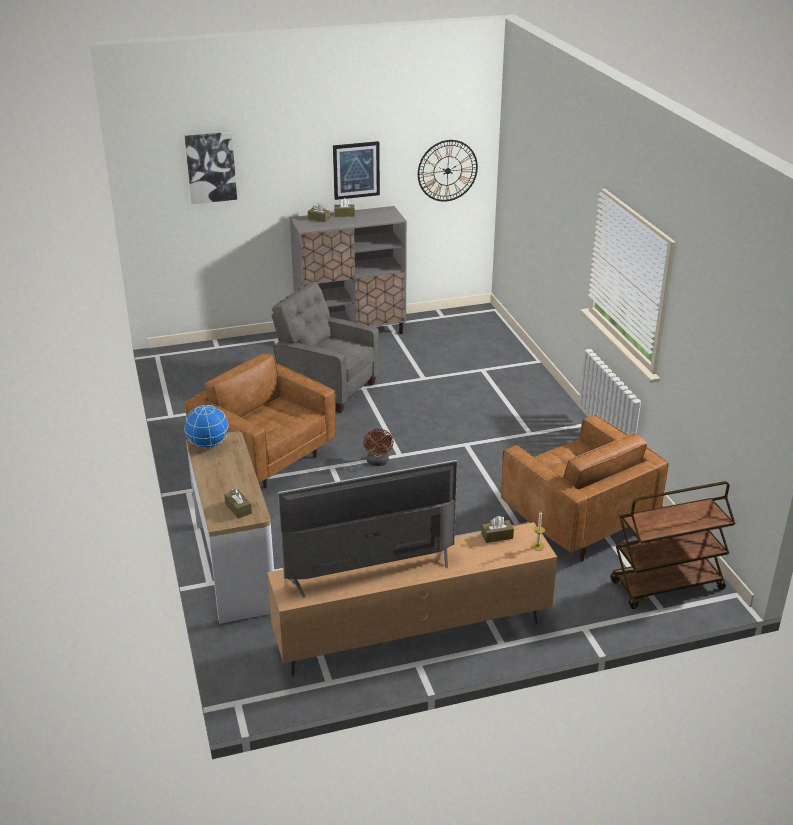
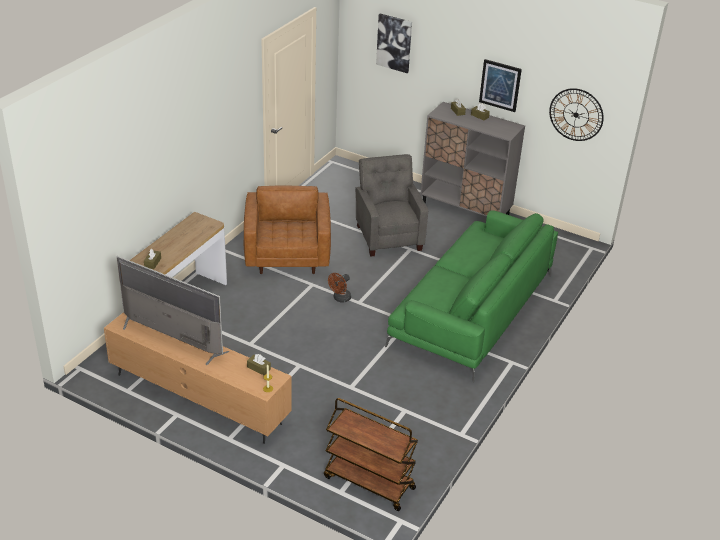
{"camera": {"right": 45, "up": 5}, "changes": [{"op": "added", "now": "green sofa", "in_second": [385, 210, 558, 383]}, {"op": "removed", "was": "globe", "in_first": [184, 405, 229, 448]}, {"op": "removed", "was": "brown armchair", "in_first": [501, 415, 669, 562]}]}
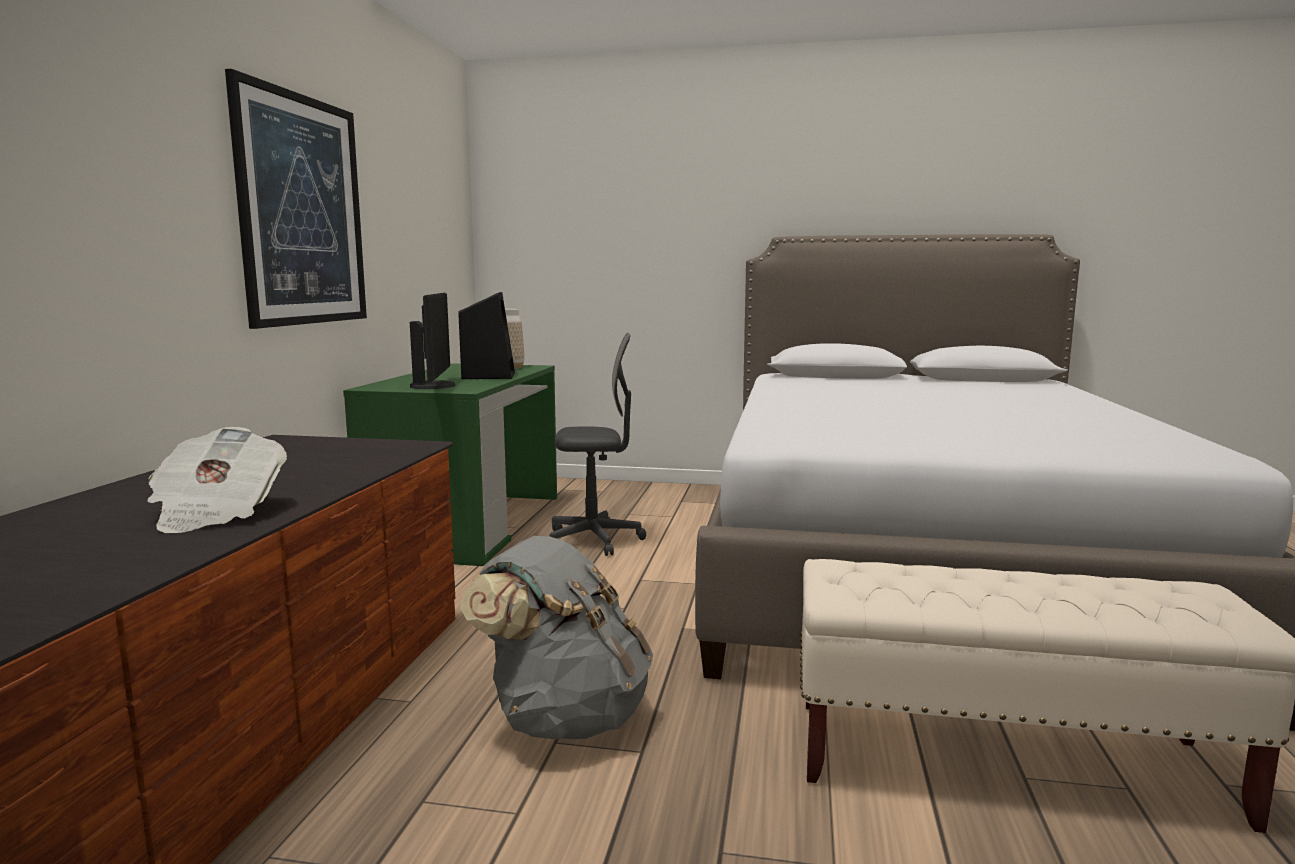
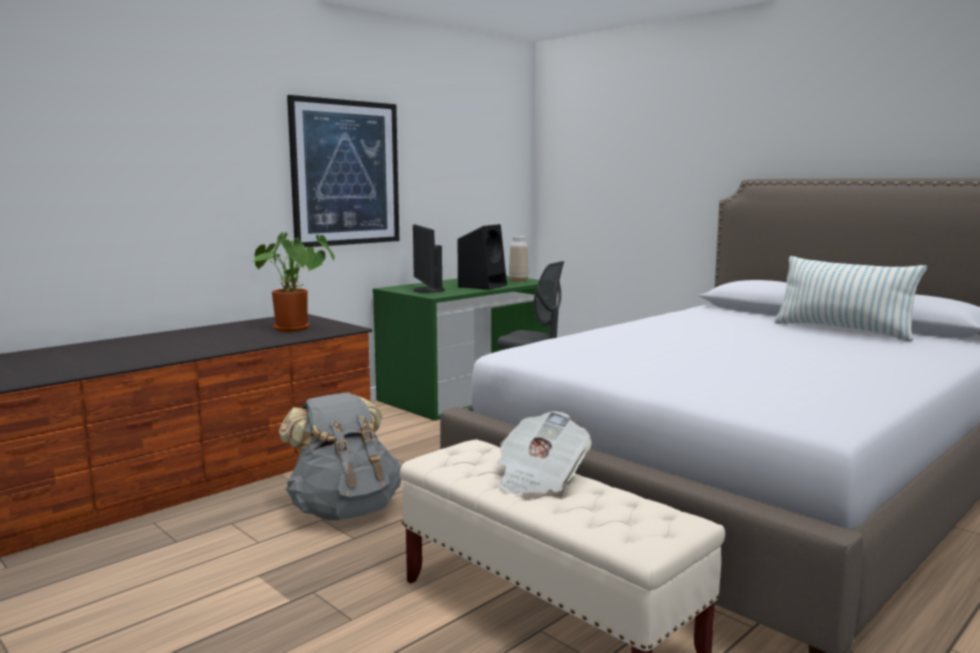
{"camera": {"right": 35, "up": 0}, "changes": [{"op": "added", "now": "potted plant", "in_second": [252, 232, 335, 332]}, {"op": "turned", "was": "monitor", "in_first": [410, 293, 456, 389], "in_second": [413, 224, 445, 293], "clockwise": 135}, {"op": "moved", "was": "newspaper", "in_first": [147, 427, 287, 533], "in_second": [497, 411, 591, 494]}, {"op": "added", "now": "pillow", "in_second": [774, 256, 927, 341]}]}
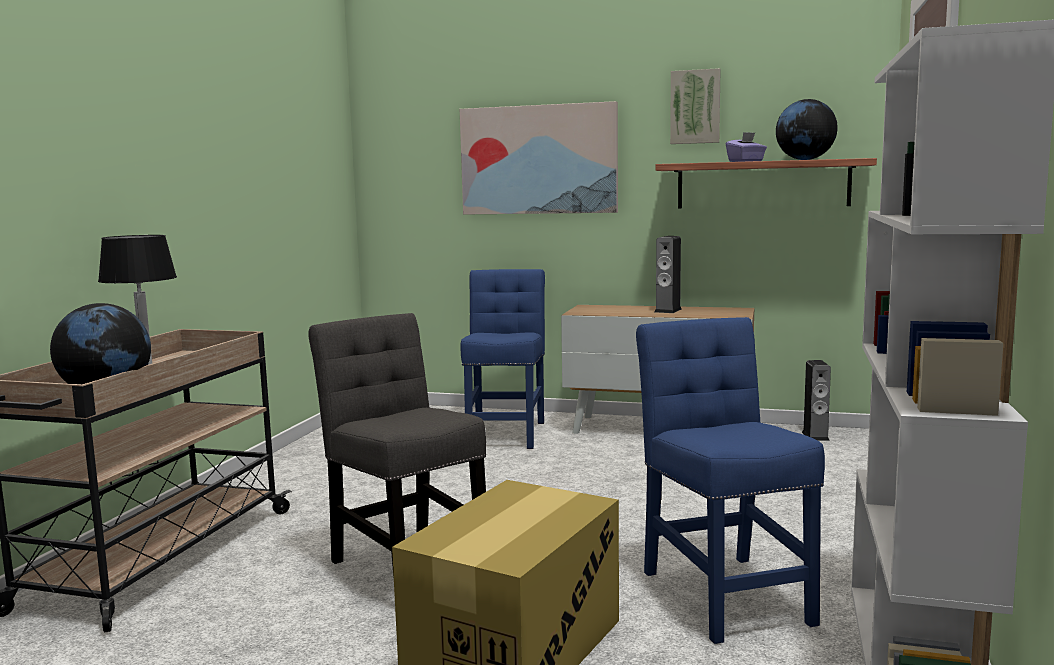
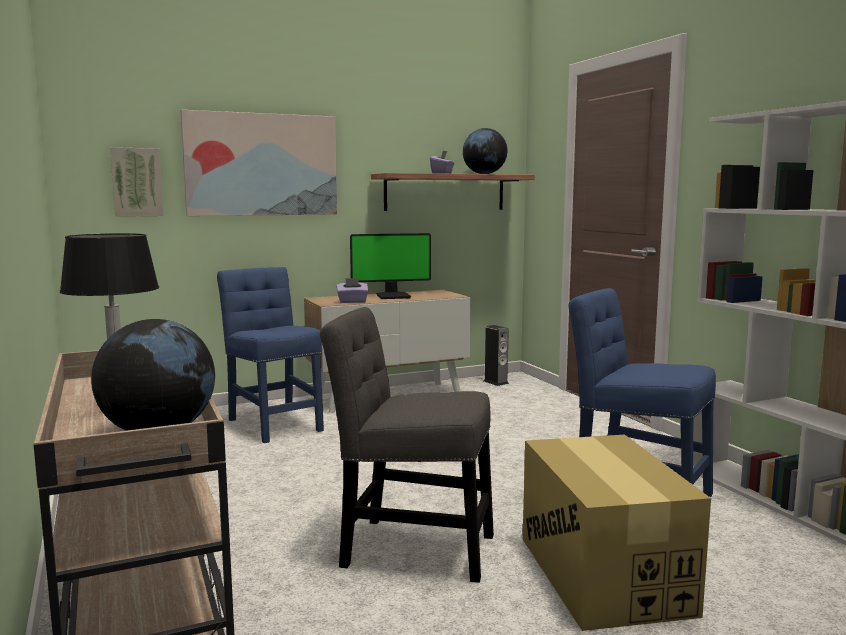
{"camera": {"right": -40, "up": 0}, "changes": [{"op": "moved", "was": "picture", "in_first": [670, 68, 721, 144], "in_second": [110, 147, 163, 217]}, {"op": "added", "now": "purple tissue box", "in_second": [336, 278, 368, 303]}, {"op": "replaced", "was": "speaker", "now": "monitor", "in_first": [655, 236, 682, 313], "in_second": [350, 233, 431, 299]}]}
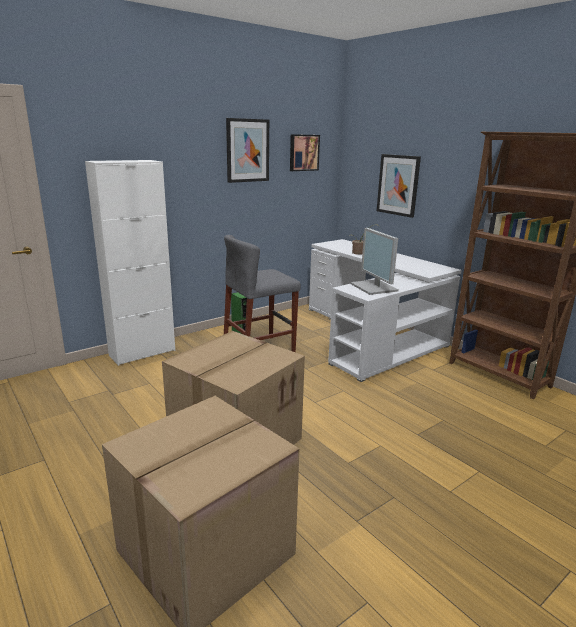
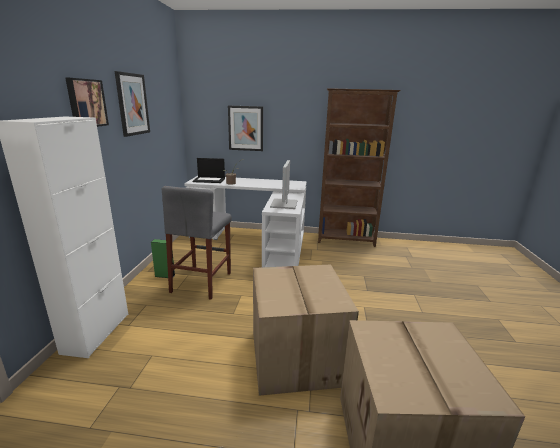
{"camera": {"right": -45, "up": 0}, "changes": [{"op": "moved", "was": "picture", "in_first": [290, 134, 320, 171], "in_second": [65, 78, 109, 127]}, {"op": "added", "now": "laptop", "in_second": [193, 158, 225, 183]}, {"op": "turned", "was": "monitor", "in_first": [351, 228, 399, 295], "in_second": [270, 160, 297, 209], "clockwise": 75}]}
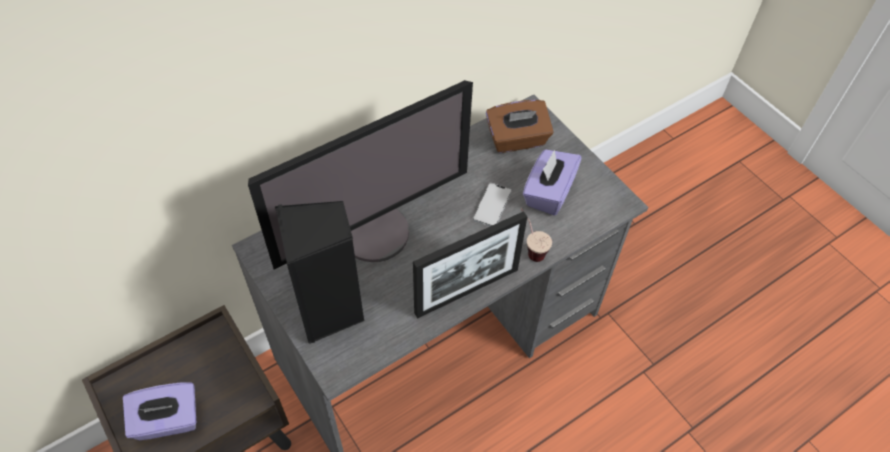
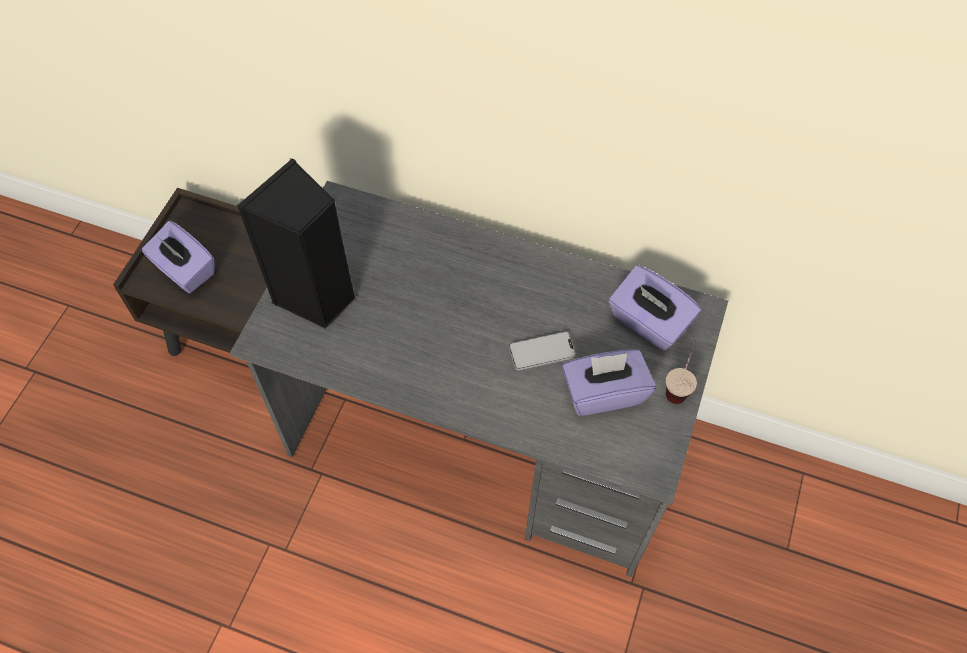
{"camera": {"right": 55, "up": 5}, "changes": [{"op": "recoloured", "was": "brown tissue box", "now": "purple tissue box", "in_first": [486, 100, 554, 153], "in_second": [608, 265, 701, 351]}, {"op": "moved", "was": "cup", "in_first": [521, 208, 552, 262], "in_second": [666, 338, 697, 404]}, {"op": "removed", "was": "monitor", "in_first": [248, 80, 473, 270]}, {"op": "removed", "was": "picture frame", "in_first": [413, 211, 527, 319]}]}
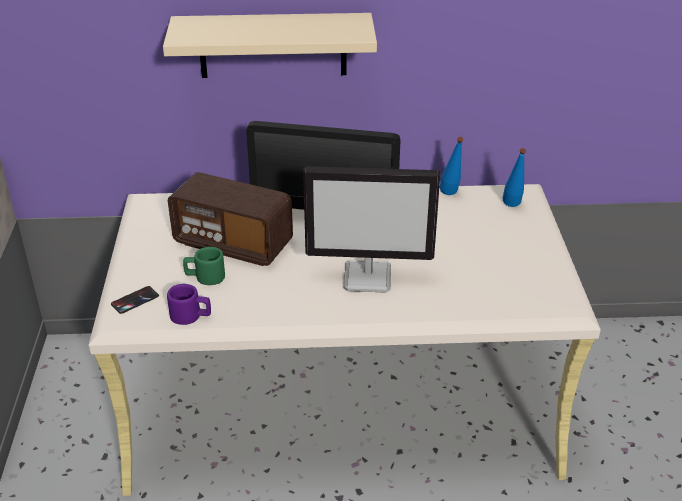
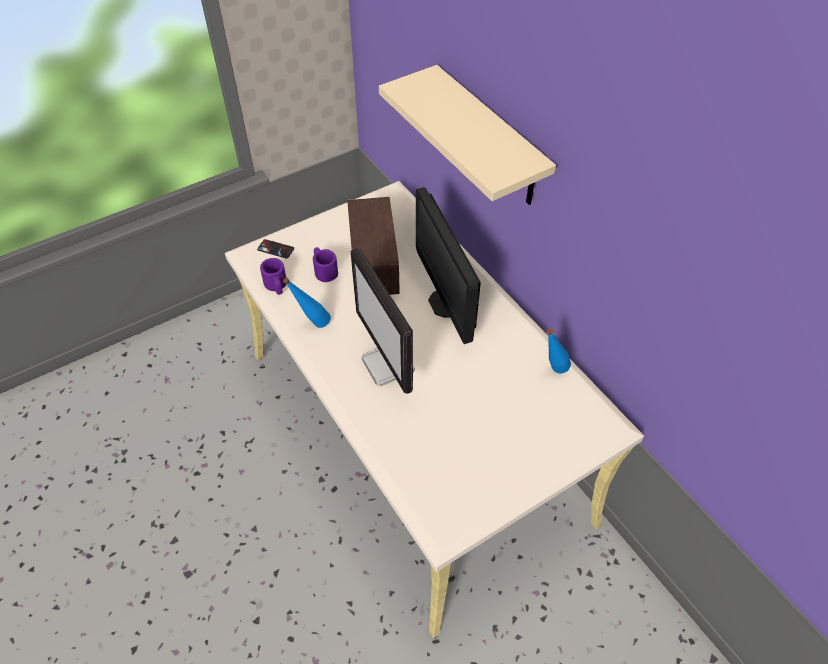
{"camera": {"right": 60, "up": 15}, "changes": [{"op": "moved", "was": "blue bottle", "in_first": [502, 148, 526, 207], "in_second": [283, 278, 331, 328]}, {"op": "recoloured", "was": "green mug", "now": "purple mug", "in_first": [183, 247, 225, 285], "in_second": [313, 247, 338, 282]}]}
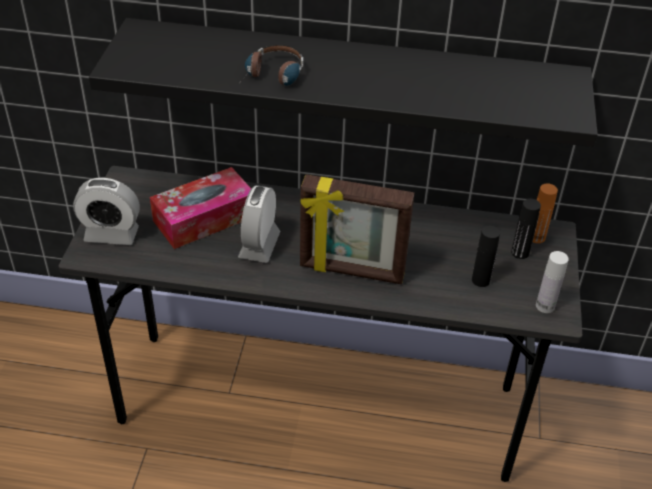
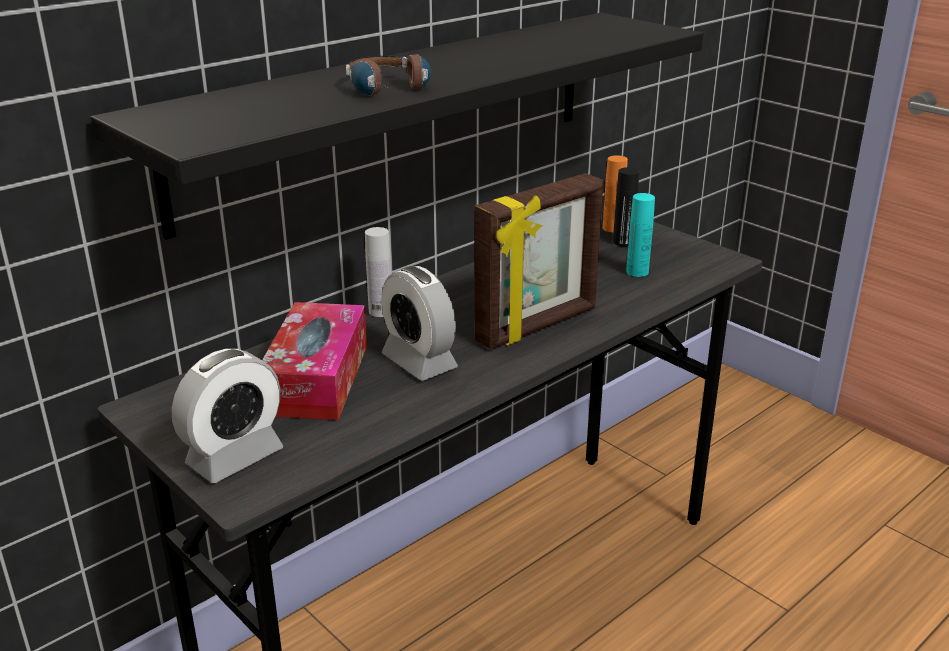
{"camera": {"right": -50, "up": -15}, "changes": [{"op": "moved", "was": "white bottle", "in_first": [536, 251, 569, 313], "in_second": [365, 227, 391, 317]}, {"op": "recoloured", "was": "black bottle", "now": "turquoise bottle", "in_first": [472, 226, 500, 287], "in_second": [626, 193, 655, 277]}]}
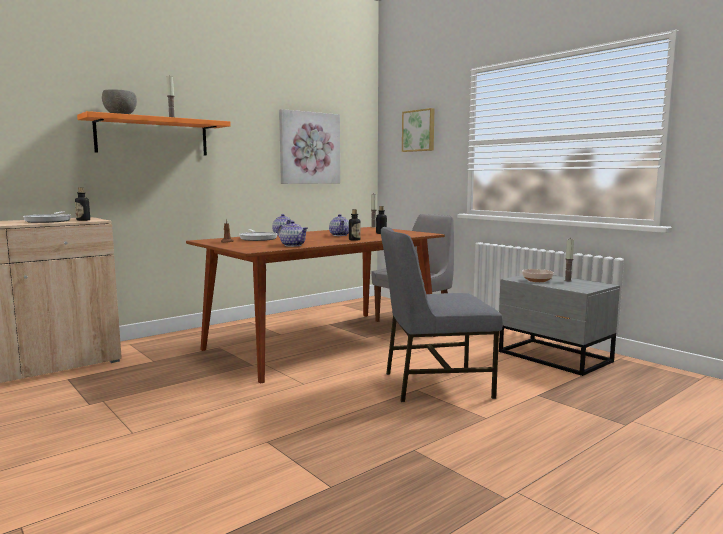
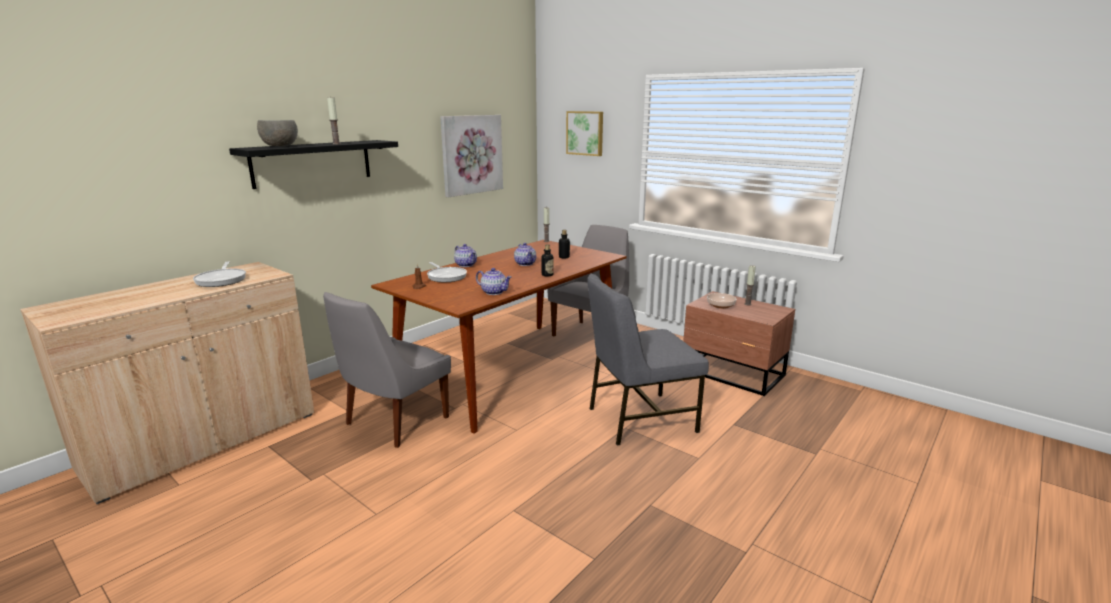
{"camera": {"right": -10, "up": 10}, "changes": [{"op": "recoloured", "was": "orange shelf", "now": "black shelf", "in_first": [77, 111, 231, 155], "in_second": [229, 140, 398, 189]}, {"op": "added", "now": "grey chair", "in_second": [323, 292, 451, 448]}, {"op": "recoloured", "was": "grey nightstand", "now": "brown nightstand", "in_first": [499, 275, 620, 376], "in_second": [683, 291, 795, 396]}, {"op": "removed", "was": "bottle", "in_first": [75, 187, 90, 221]}]}
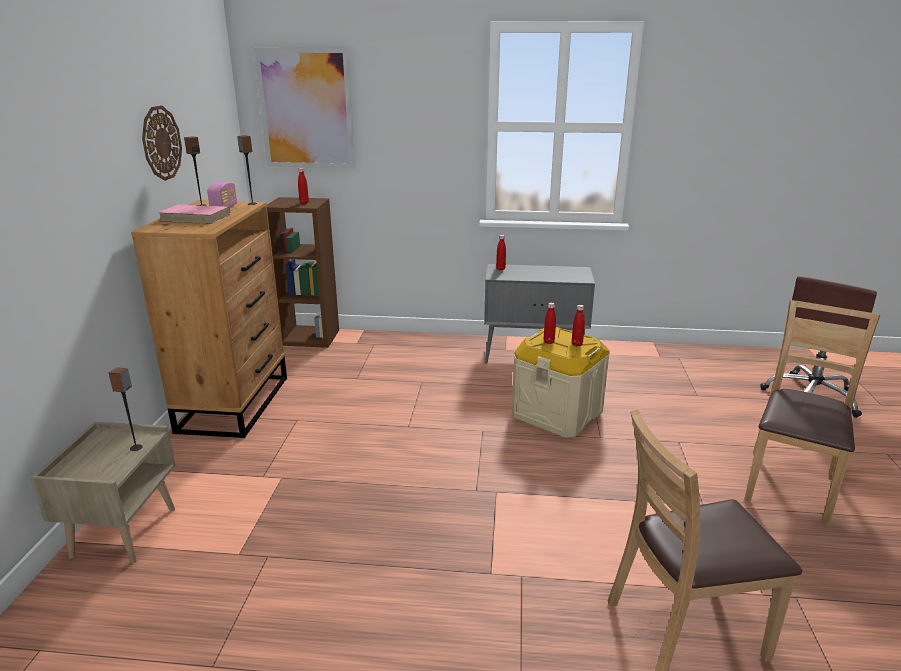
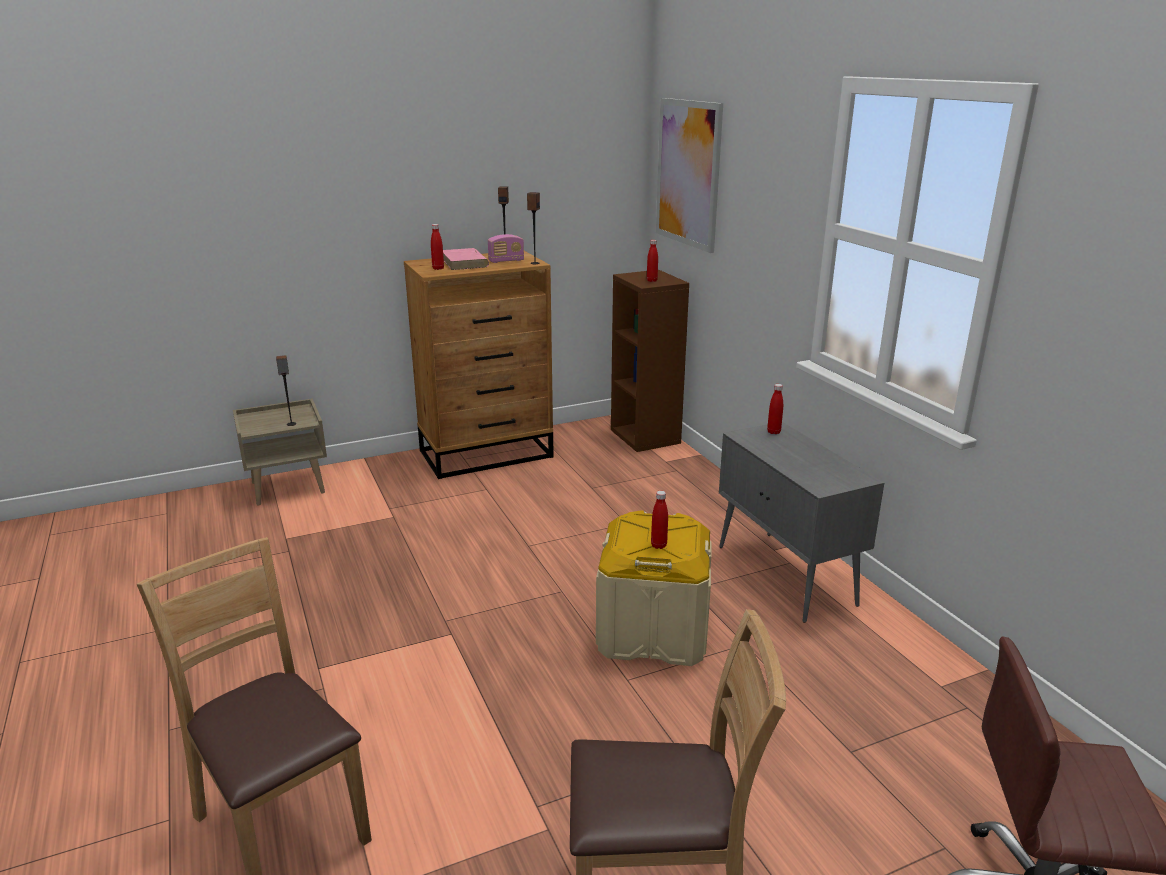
{"camera": {"right": 60, "up": 0}, "changes": [{"op": "moved", "was": "red bottle", "in_first": [544, 303, 556, 344], "in_second": [431, 224, 444, 270]}, {"op": "removed", "was": "wall clock", "in_first": [142, 105, 182, 181]}]}
